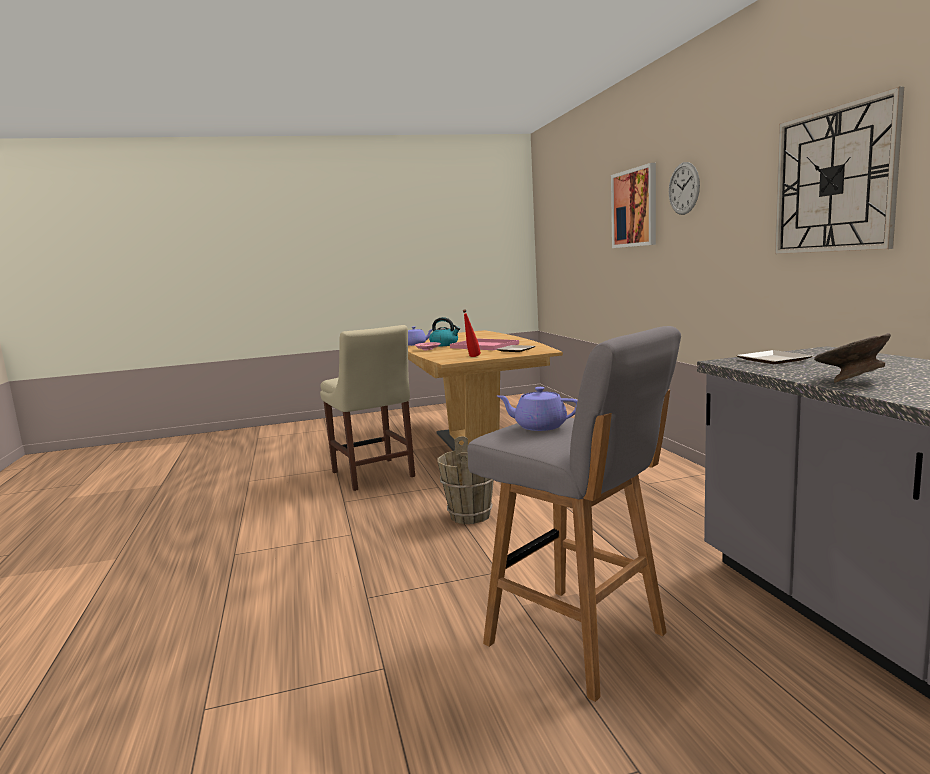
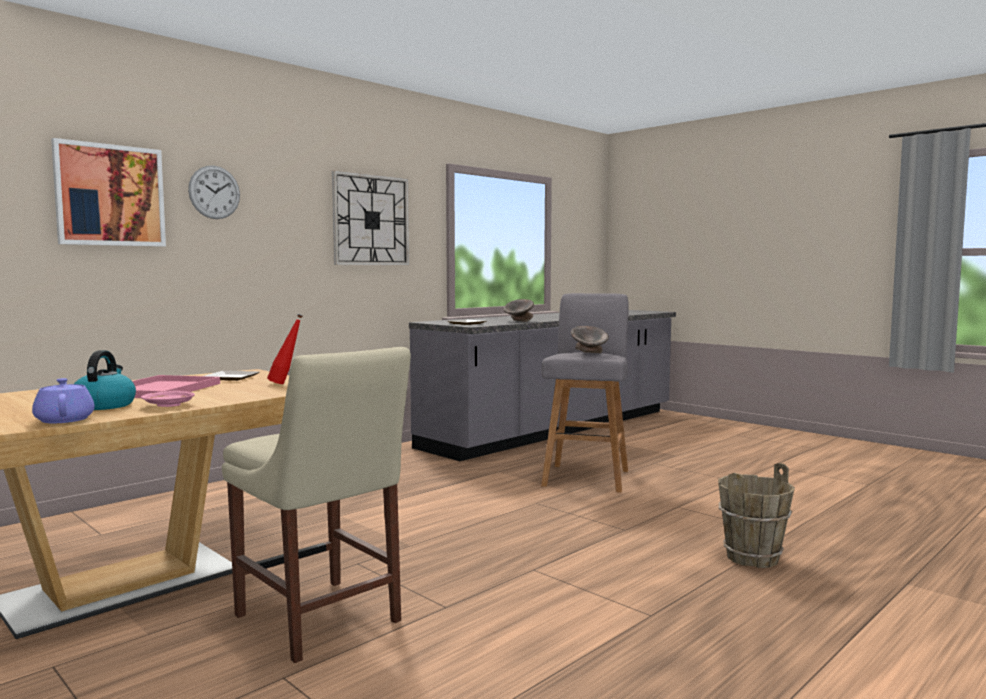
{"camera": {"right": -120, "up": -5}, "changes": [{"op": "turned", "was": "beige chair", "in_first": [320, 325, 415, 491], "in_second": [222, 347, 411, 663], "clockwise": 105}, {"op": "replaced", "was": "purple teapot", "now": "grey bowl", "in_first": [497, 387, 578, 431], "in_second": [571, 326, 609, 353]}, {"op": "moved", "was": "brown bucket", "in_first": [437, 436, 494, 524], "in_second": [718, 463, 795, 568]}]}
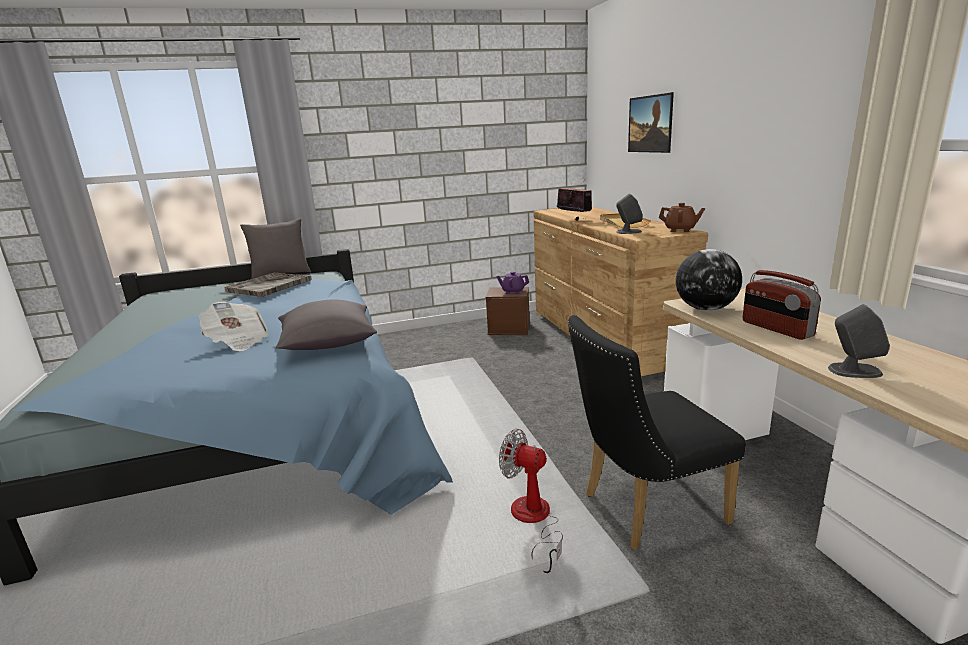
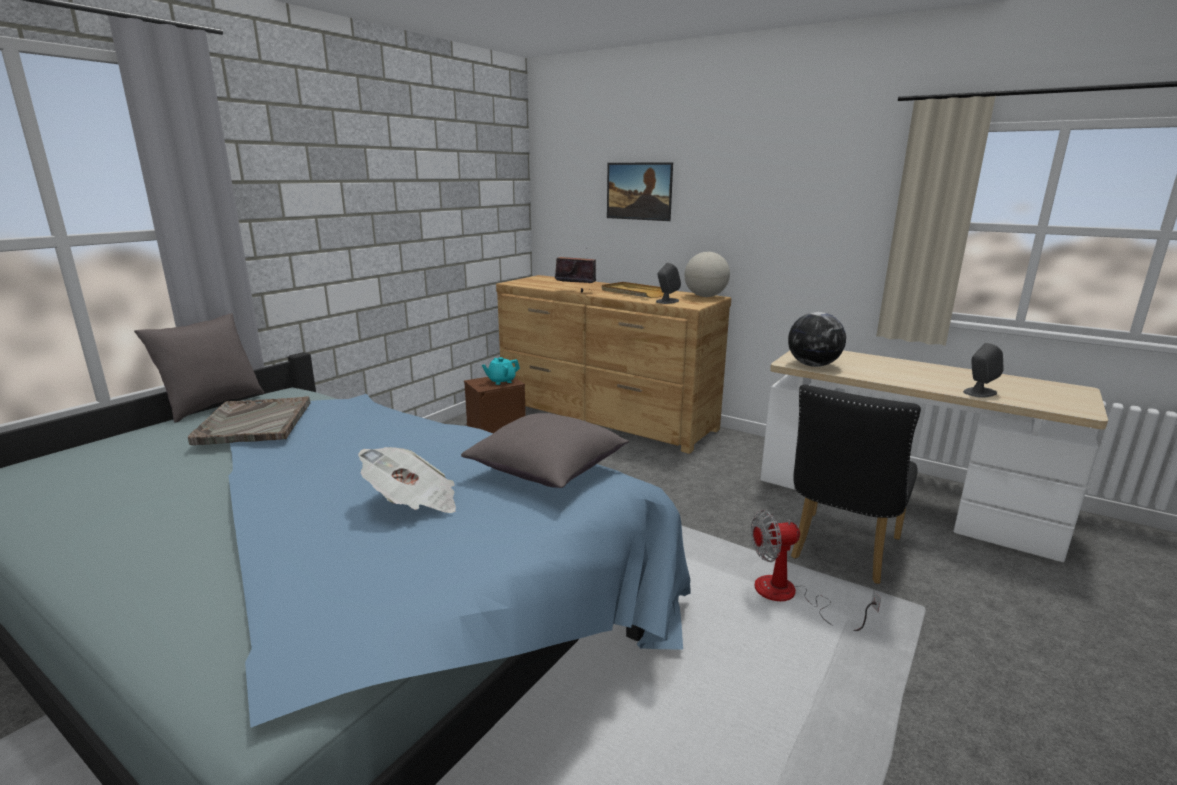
{"camera": {"right": -40, "up": 0}, "changes": [{"op": "recoloured", "was": "purple teapot", "now": "turquoise teapot", "in_first": [496, 272, 529, 294], "in_second": [482, 357, 520, 385]}, {"op": "replaced", "was": "brown teapot", "now": "globe", "in_first": [659, 203, 705, 232], "in_second": [684, 252, 730, 297]}, {"op": "removed", "was": "radio", "in_first": [743, 270, 821, 340]}]}
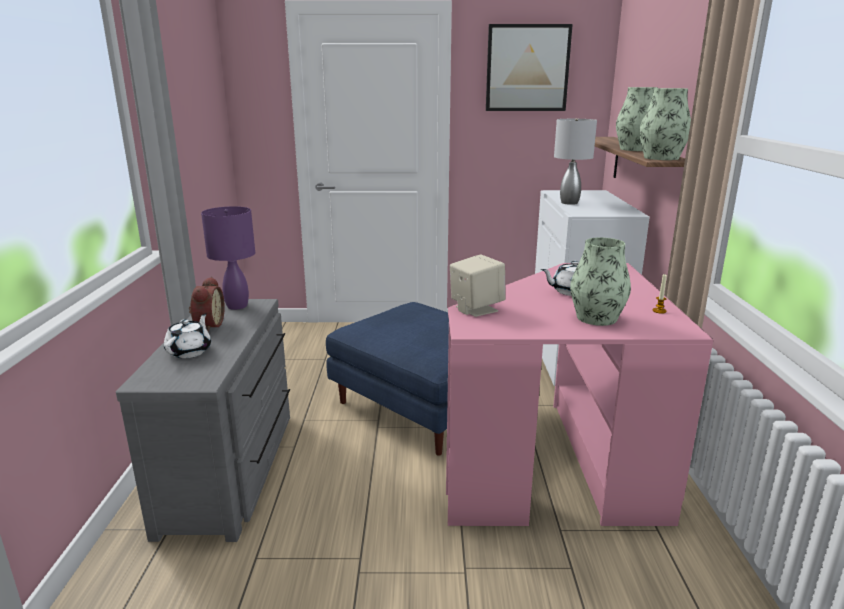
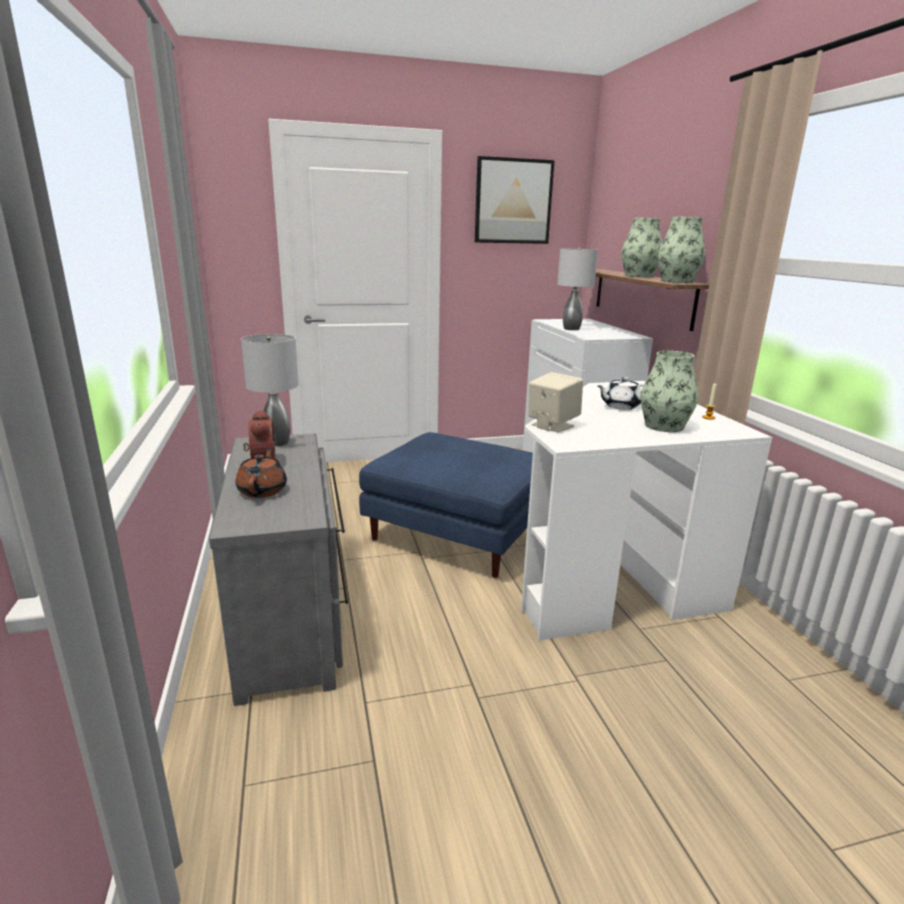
{"camera": {"right": -15, "up": 0}, "changes": [{"op": "recoloured", "was": "white teapot", "now": "brown teapot", "in_first": [164, 313, 211, 358], "in_second": [236, 448, 287, 498]}, {"op": "recoloured", "was": "purple table lamp", "now": "grey table lamp", "in_first": [201, 206, 255, 310], "in_second": [241, 334, 299, 446]}, {"op": "recoloured", "was": "pink desk", "now": "white desk", "in_first": [446, 263, 714, 526], "in_second": [521, 381, 772, 641]}]}
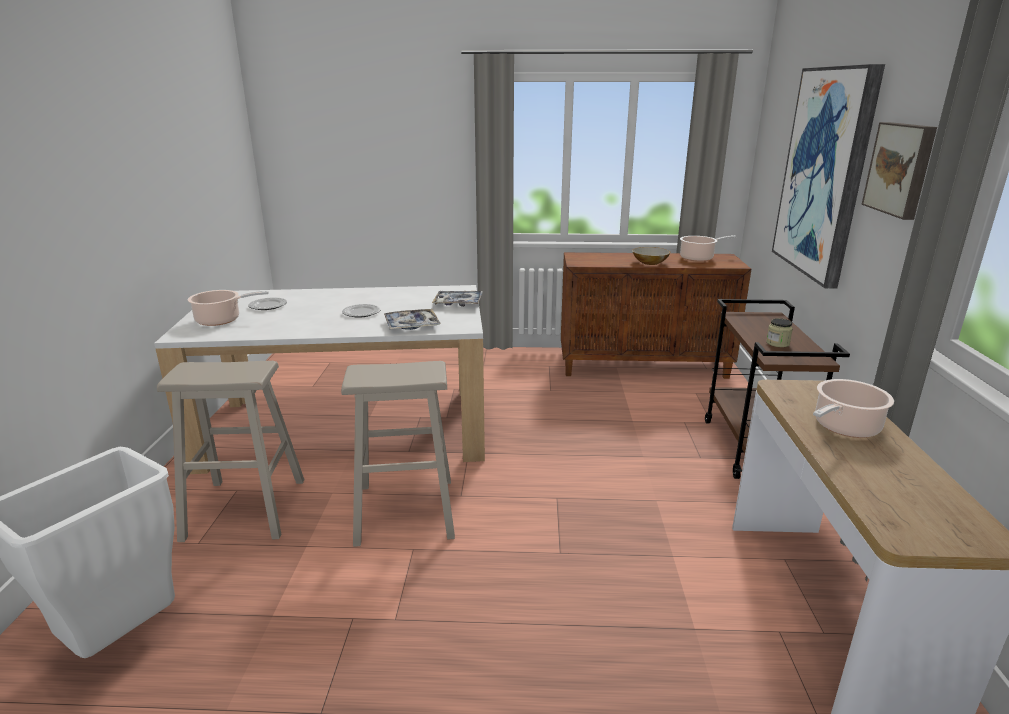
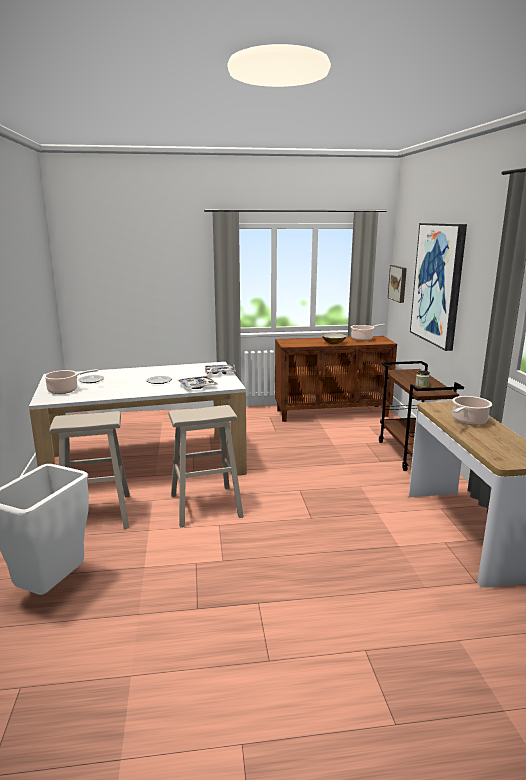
{"camera": {"right": -10, "up": -5}, "changes": [{"op": "moved", "was": "picture", "in_first": [862, 122, 937, 220], "in_second": [388, 265, 407, 303]}]}
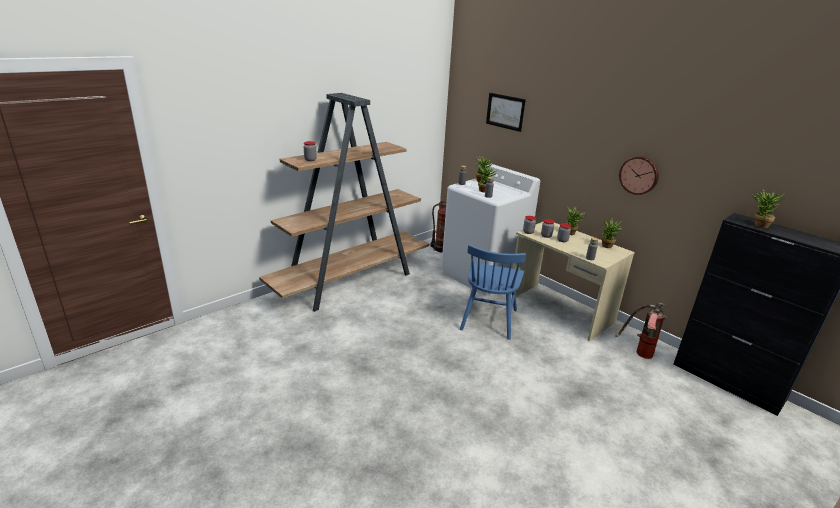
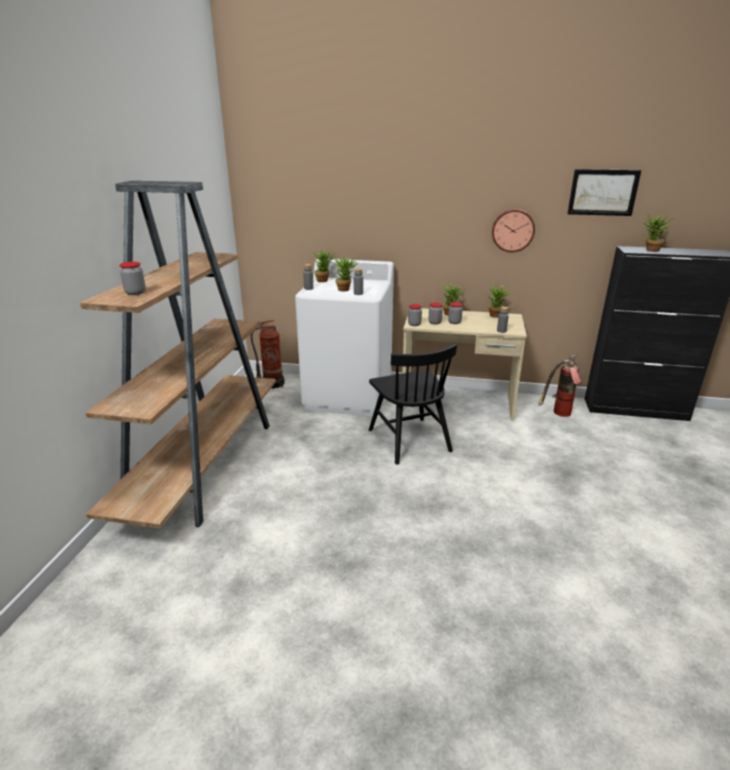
{"camera": {"right": -35, "up": 0}, "changes": [{"op": "recoloured", "was": "blue chair", "now": "black chair", "in_first": [460, 244, 526, 340], "in_second": [369, 344, 457, 464]}, {"op": "moved", "was": "picture", "in_first": [486, 93, 526, 132], "in_second": [567, 169, 641, 216]}]}
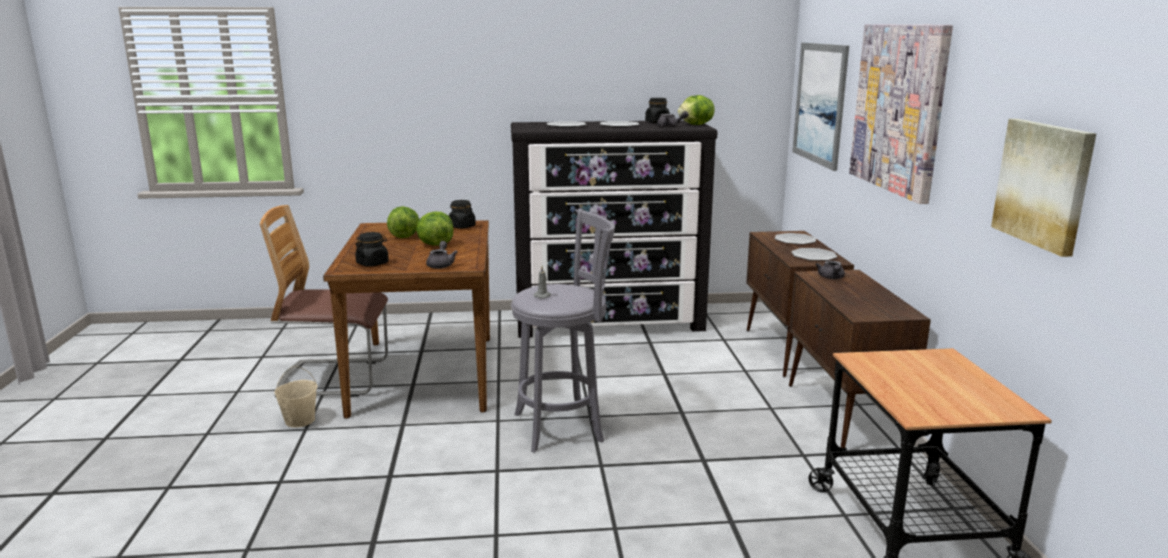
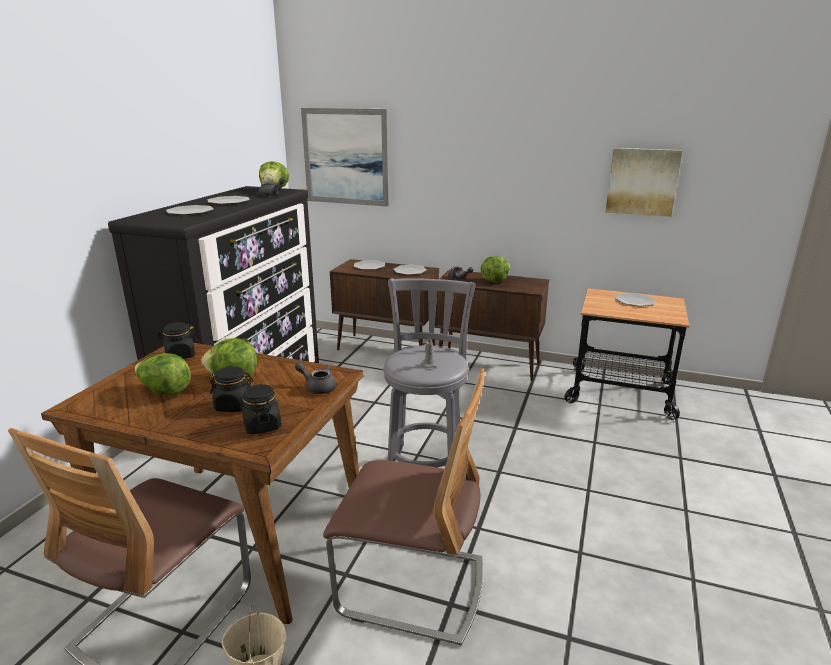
{"camera": {"right": -65, "up": 5}, "changes": [{"op": "moved", "was": "black jar", "in_first": [645, 98, 670, 123], "in_second": [210, 366, 253, 412]}, {"op": "added", "now": "chair", "in_second": [323, 368, 485, 646]}, {"op": "added", "now": "lettuce", "in_second": [481, 256, 510, 282]}, {"op": "added", "now": "plate", "in_second": [615, 293, 655, 307]}, {"op": "removed", "was": "picture", "in_first": [849, 24, 953, 204]}]}
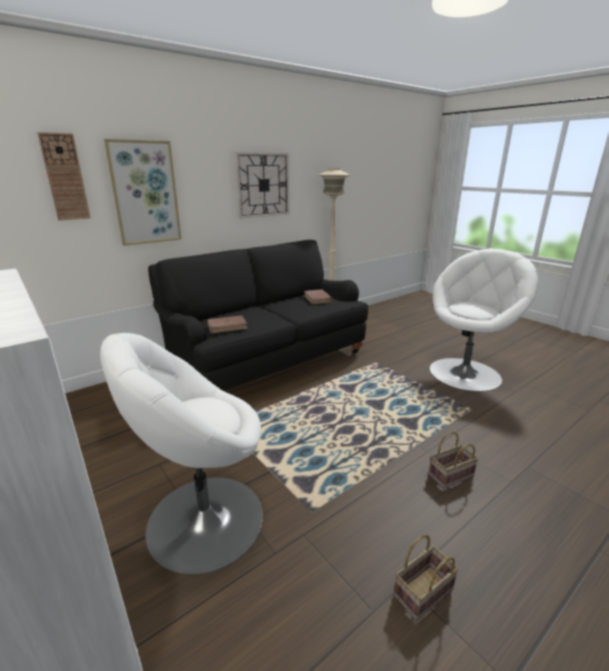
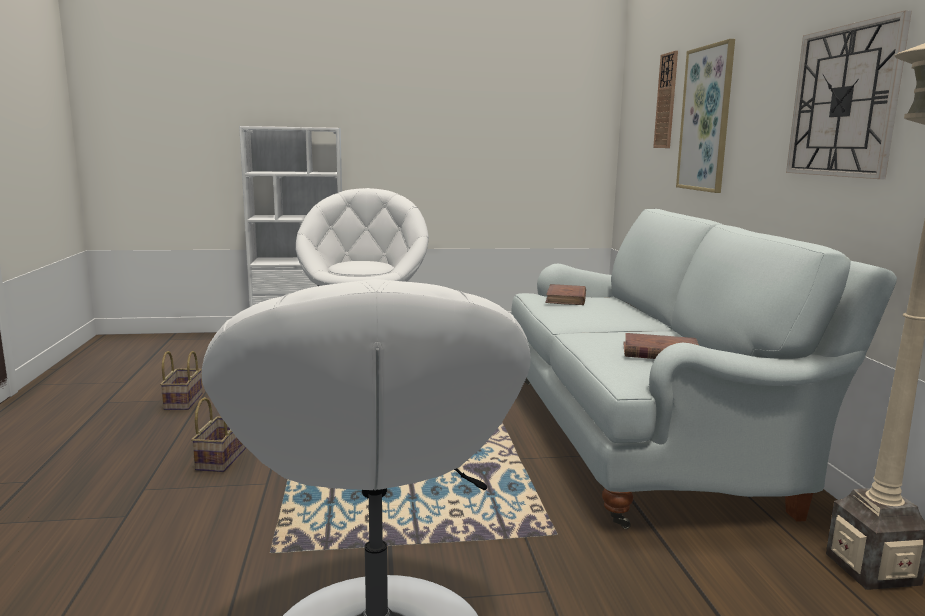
{"camera": {"right": 120, "up": -10}, "changes": [{"op": "recoloured", "was": "black sofa", "now": "white sofa", "in_first": [148, 240, 368, 391], "in_second": [511, 209, 897, 529]}]}
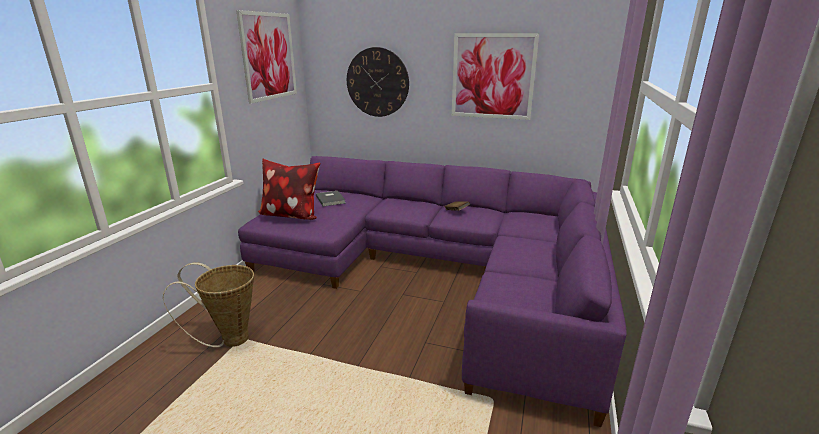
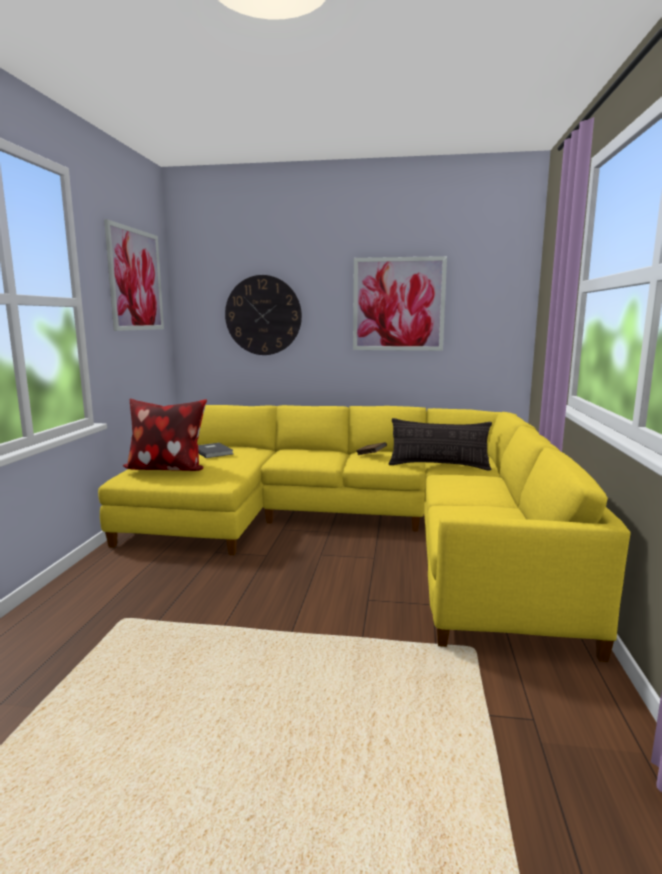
{"camera": {"right": -10, "up": -10}, "changes": [{"op": "recoloured", "was": "purple sofa", "now": "yellow sofa", "in_first": [238, 156, 627, 427], "in_second": [98, 405, 631, 662]}, {"op": "added", "now": "pillow", "in_second": [389, 418, 492, 470]}, {"op": "removed", "was": "basket", "in_first": [163, 262, 254, 347]}]}
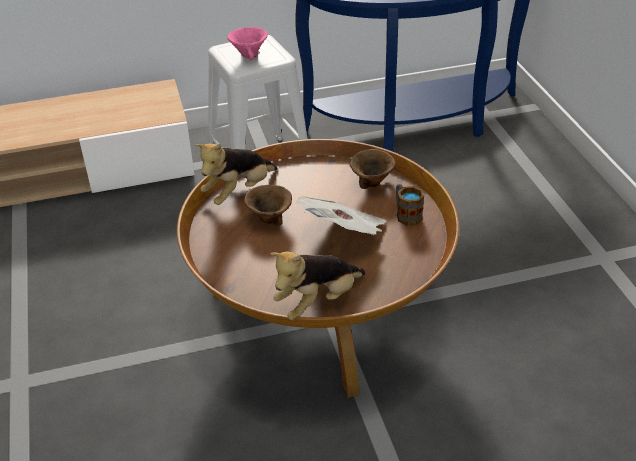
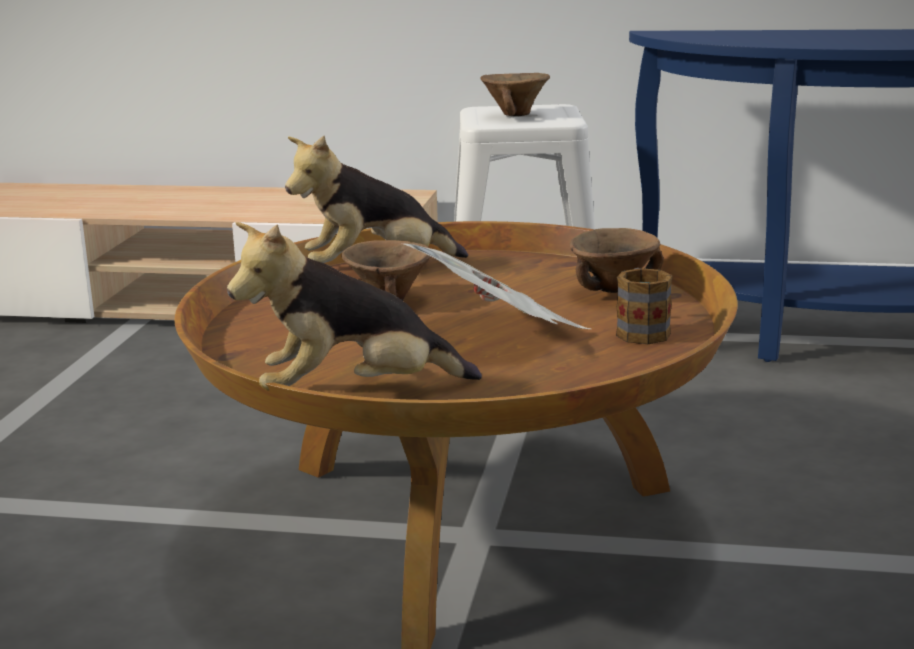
{"camera": {"right": 25, "up": -20}, "changes": [{"op": "recoloured", "was": "pink bowl", "now": "brown bowl", "in_first": [227, 27, 268, 60], "in_second": [480, 73, 550, 116]}]}
